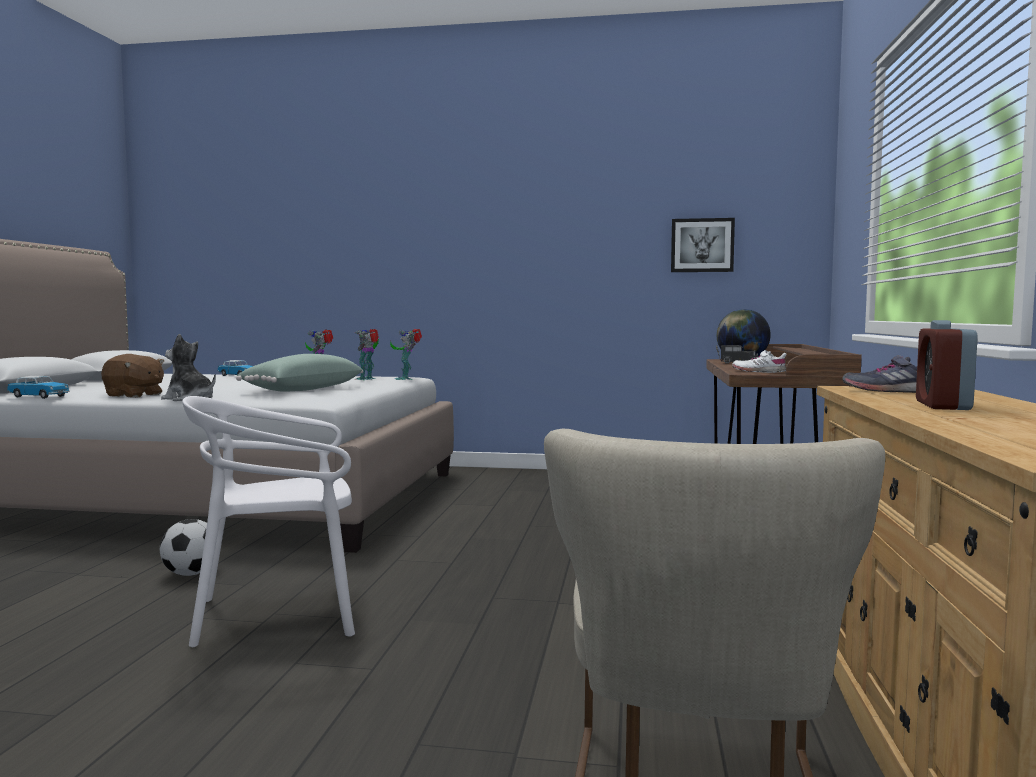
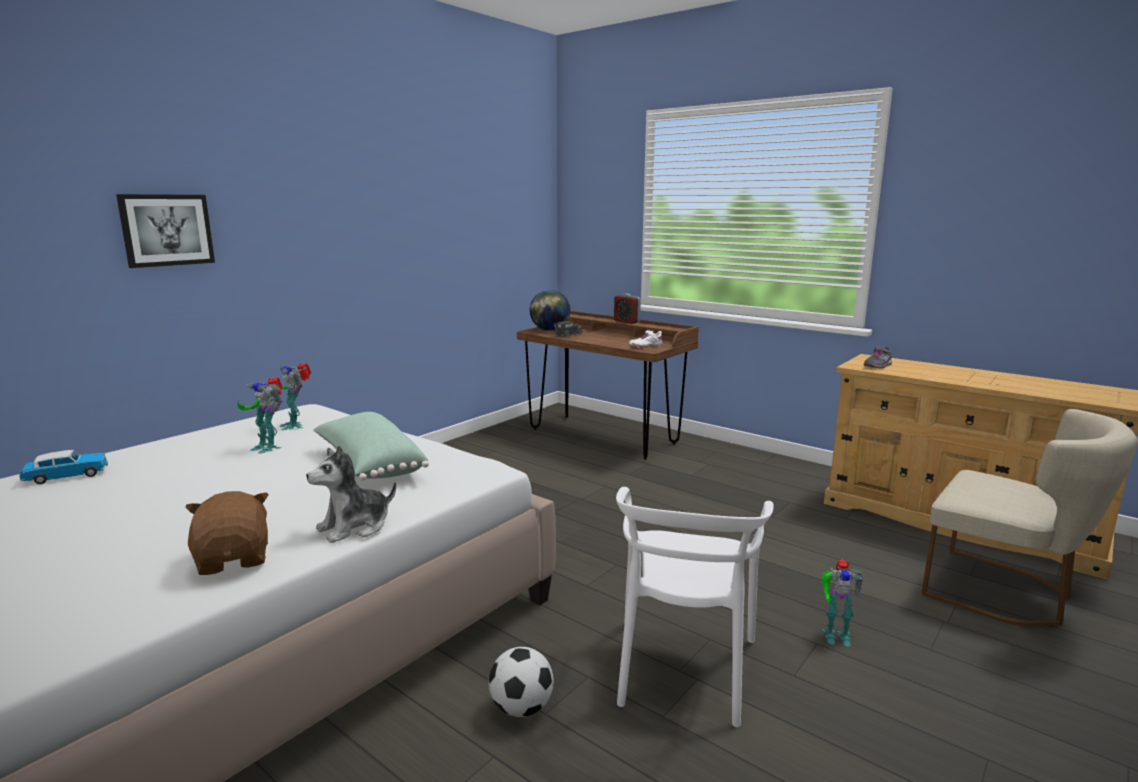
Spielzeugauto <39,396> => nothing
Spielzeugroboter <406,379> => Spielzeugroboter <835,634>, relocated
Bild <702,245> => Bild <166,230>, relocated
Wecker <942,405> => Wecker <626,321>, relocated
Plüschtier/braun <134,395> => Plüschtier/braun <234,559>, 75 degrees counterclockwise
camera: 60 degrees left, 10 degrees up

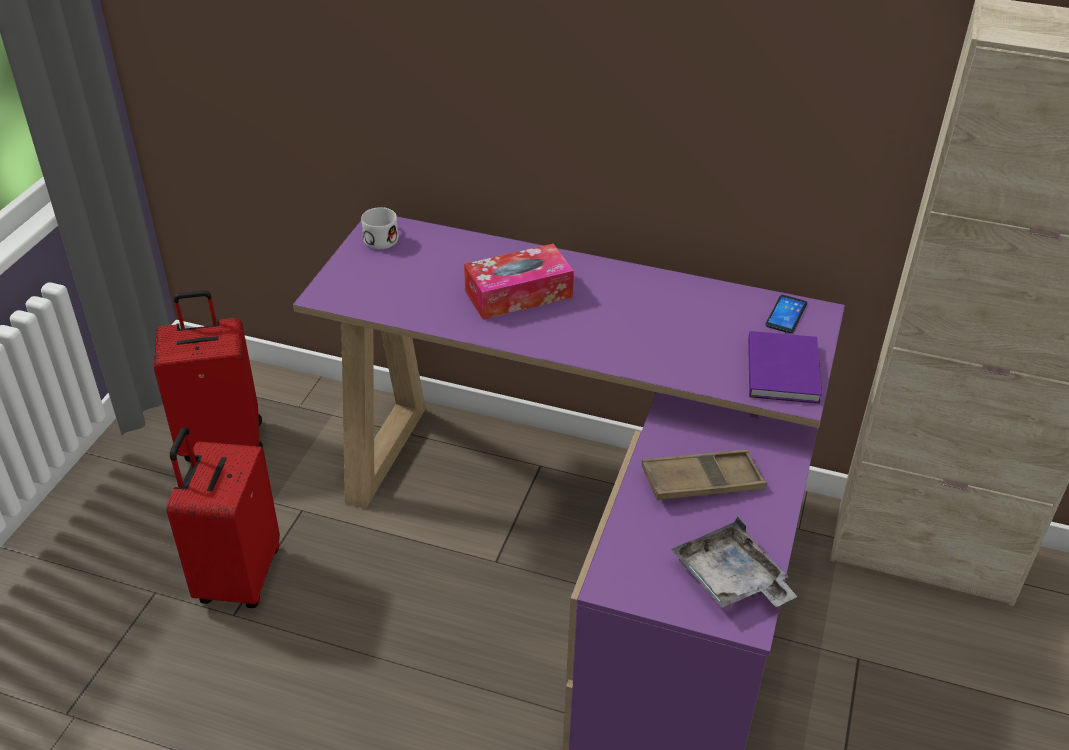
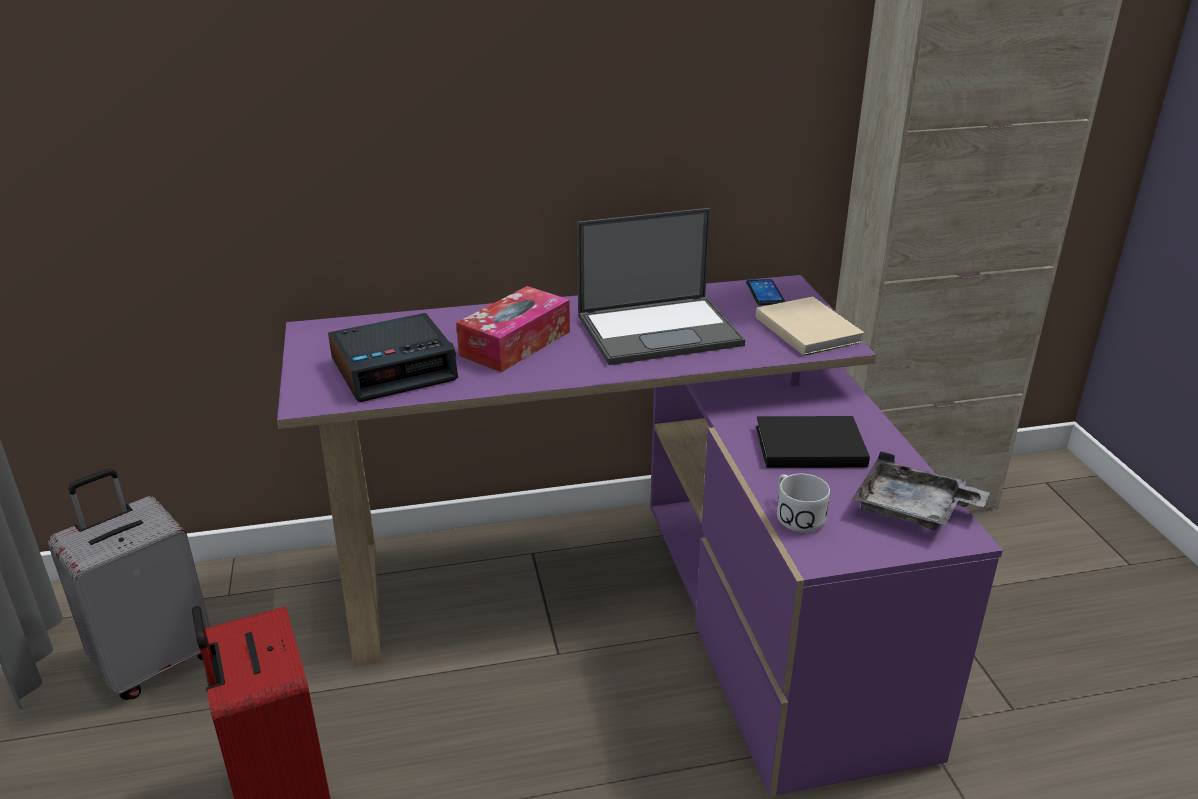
nothing => Wecker <395,369>
nothing => Laptop <660,330>
Henkelbecher/weiß <382,237> => Henkelbecher/weiß <795,514>, relocated
Tablett/braun <702,482> => Buch/schwarz <806,445>
Koffer/rot <222,440> => Koffer/grau <156,661>
Buch/lila <784,369> => Buch/beige <807,328>
camera: 30 degrees left, 10 degrees down

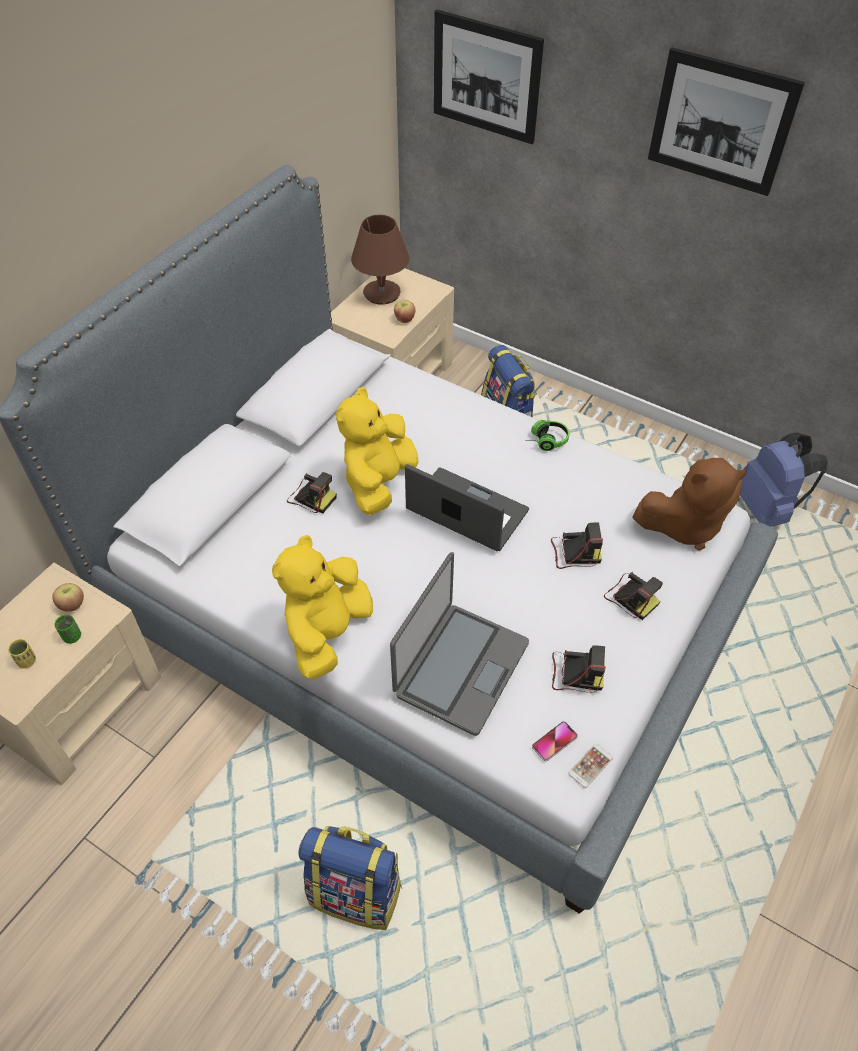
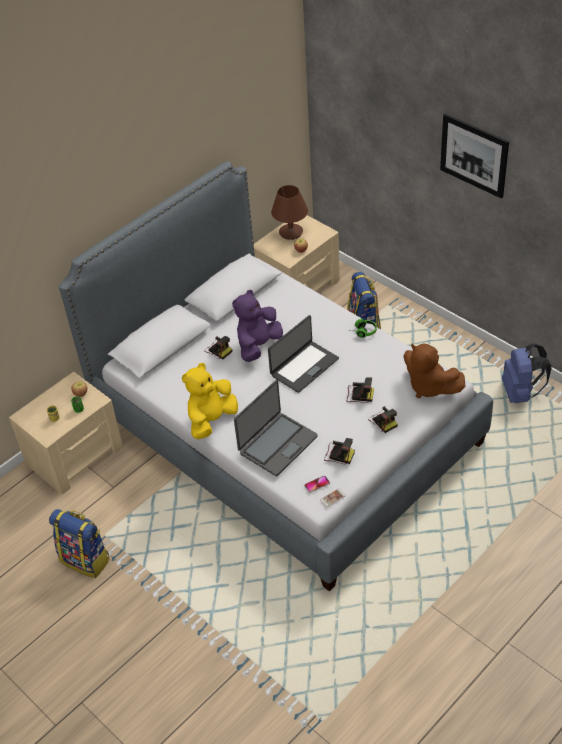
Bild <486,77> => nothing
Rucksack <356,892> => Rucksack <86,559>, relocated
Plüschtier/gelb <378,482> => Plüschtier/lila <258,346>
Laptop <466,512> => Laptop <303,366>, 90 degrees clockwise
Plüschtier/braun <684,525> => Plüschtier/braun <429,386>, 45 degrees clockwise
camera: 15 degrees right, 5 degrees down

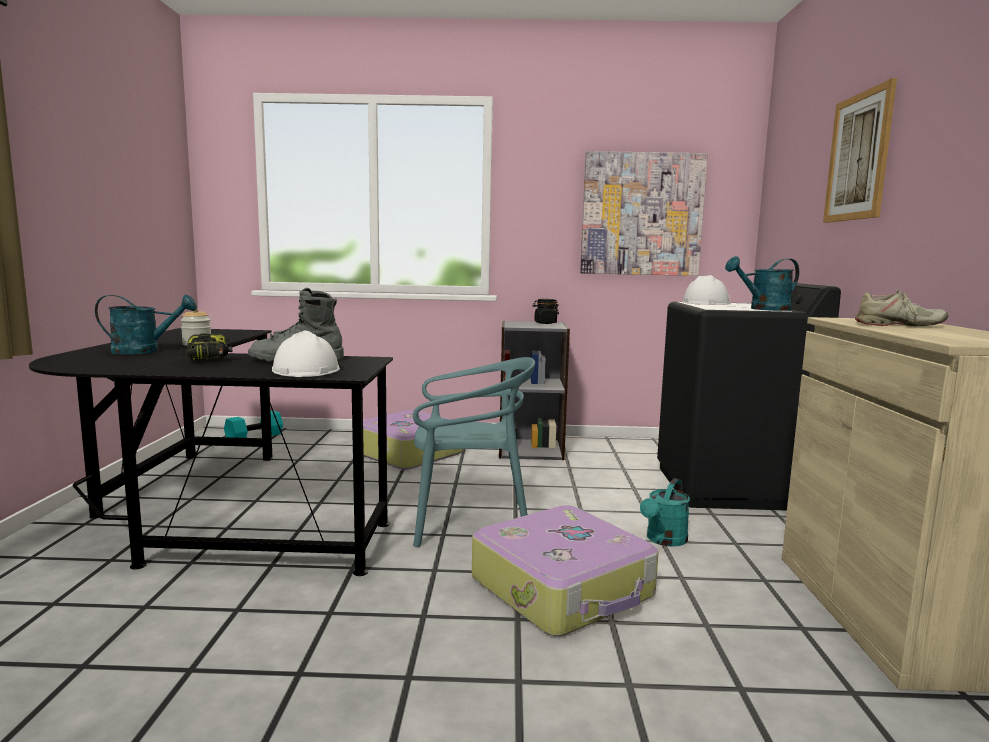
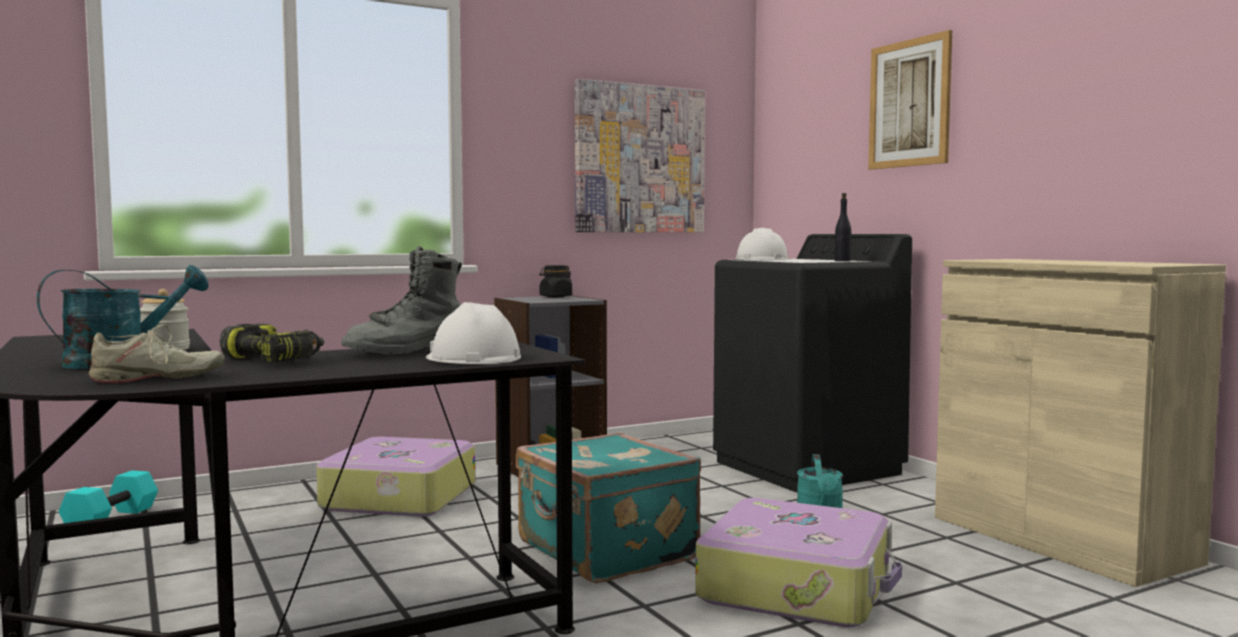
Schuh/beige <898,325> => Schuh/beige <157,378>, relocated
Stuhl/türkis <470,522> => Koffer/türkis <604,552>
Gießkanne/türkis <764,309> => Flasche/schwarz <842,261>
camera: 30 degrees left, 5 degrees down

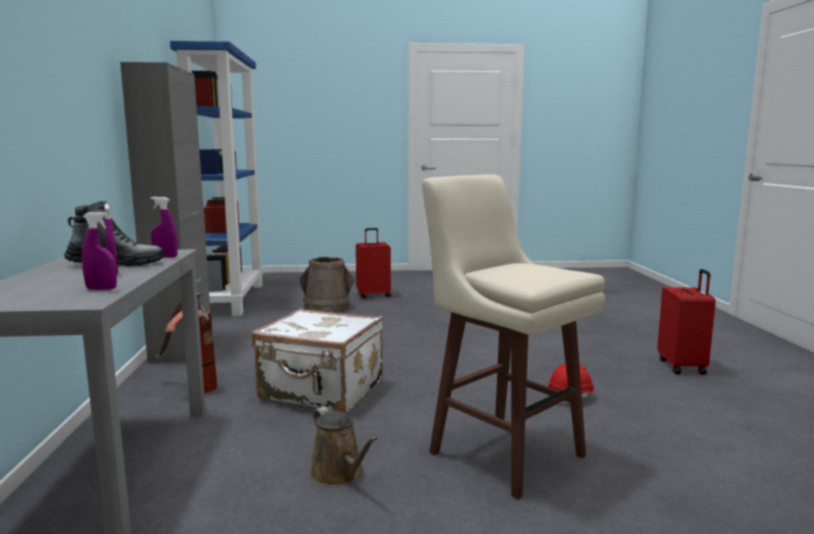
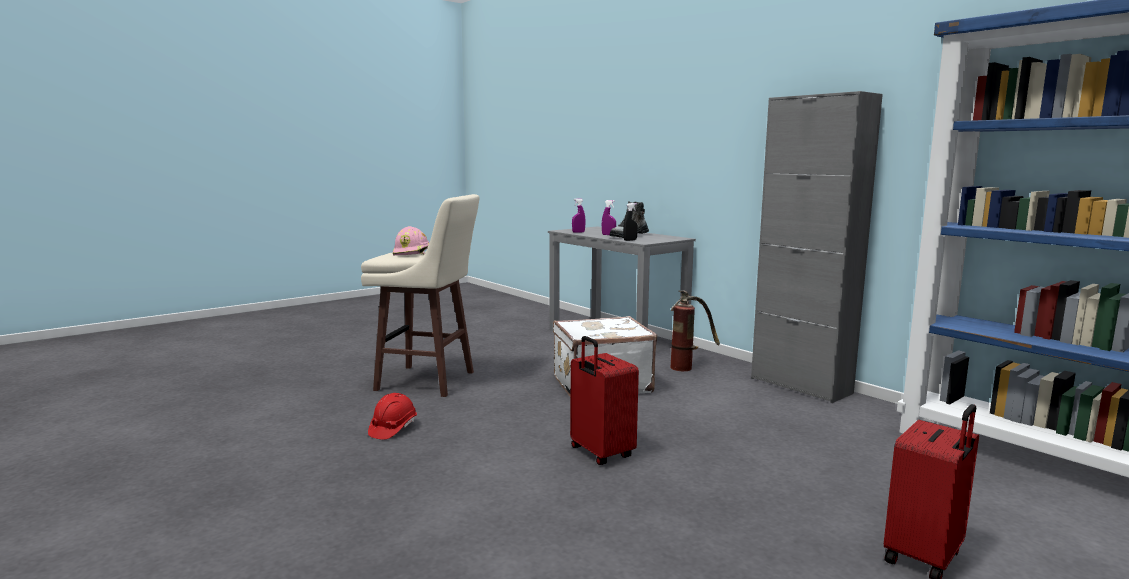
Eimer/braun <327,308> => nothing
Gießkanne/braun <340,474> => nothing
nothing => Schutzhelm/rosa <412,253>
Koffer/rot <683,366> => Koffer/rot <600,453>, relocated
Sprühflasche/lila <165,257> => Sprühflasche/schwarz <630,240>
camera: 145 degrees right, 0 degrees up

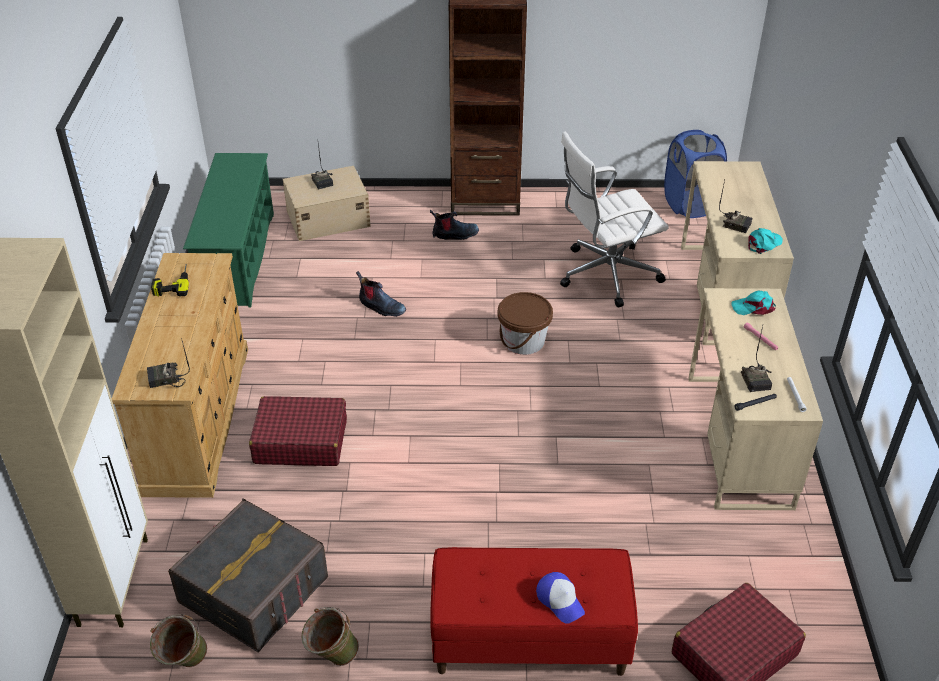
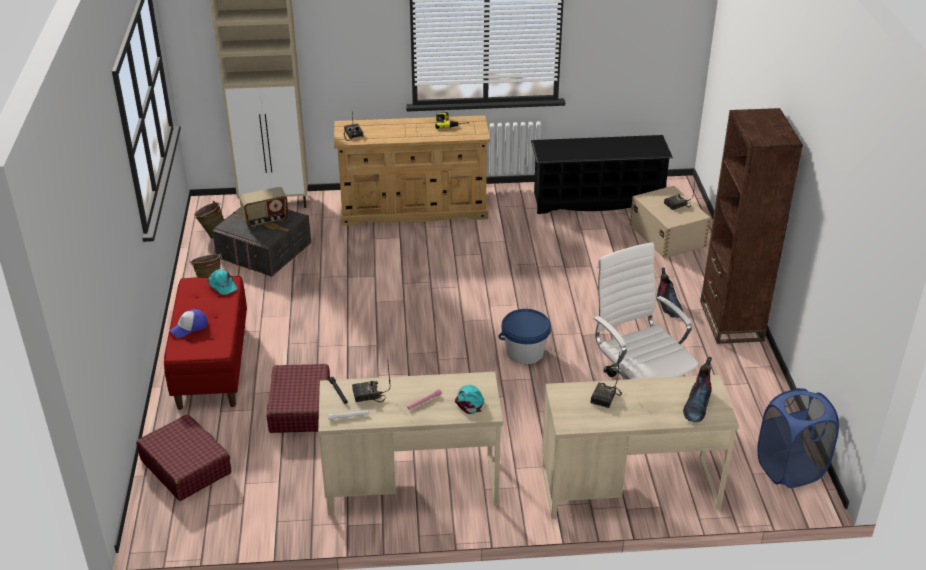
nothing => Radio <266,220>
Koffer/rot <300,441> => Koffer/rot <300,407>, relocated
Stiefel <381,307> => Stiefel <697,404>, relocated
Kappe/türkis <763,244> => Kappe/türkis <222,285>, relocated
Schuhregal/grün <238,258> => Schuhregal/schwarz <597,200>
Eimer/braun <523,341> => Eimer/blau <525,352>
camera: 85 degrees right, 5 degrees down

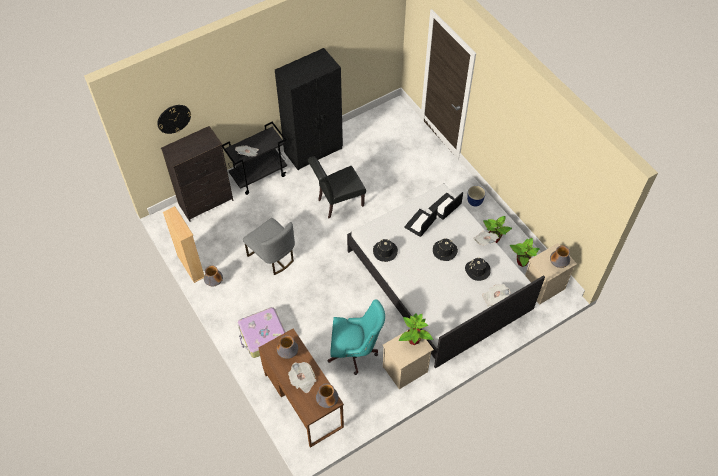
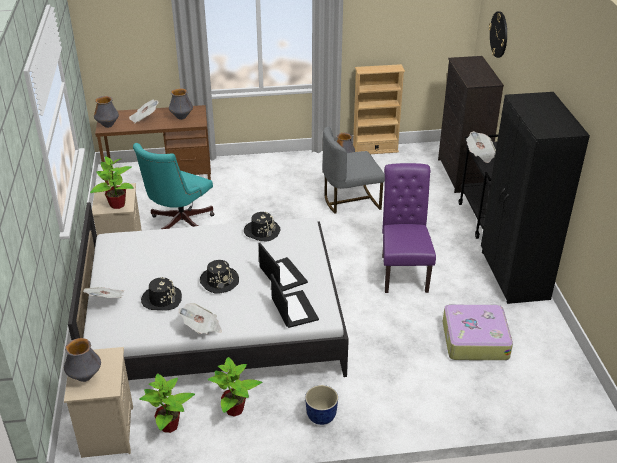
Koffer <263,336> => Koffer <474,339>, relocated
Stuhl/schwarz <338,203> => Stuhl/lila <403,270>
camera: 115 degrees right, 20 degrees down

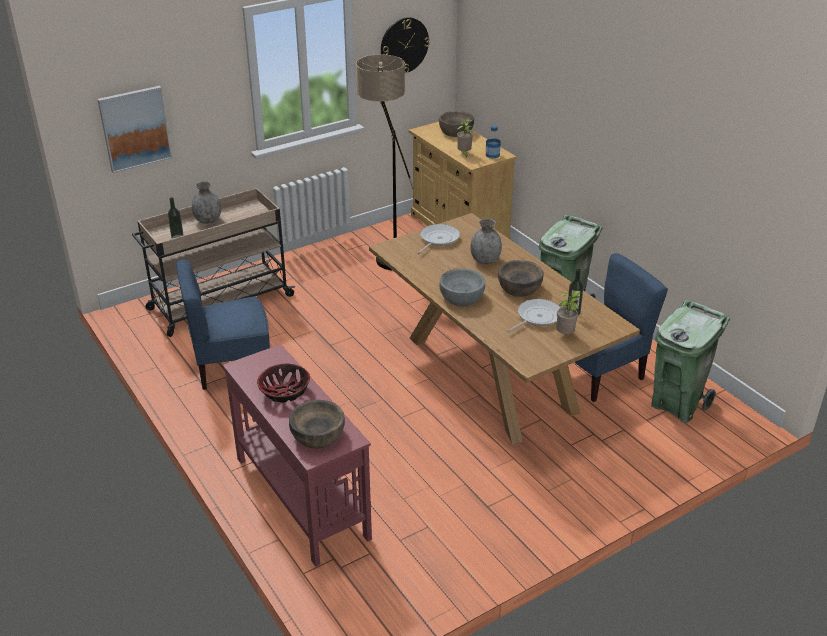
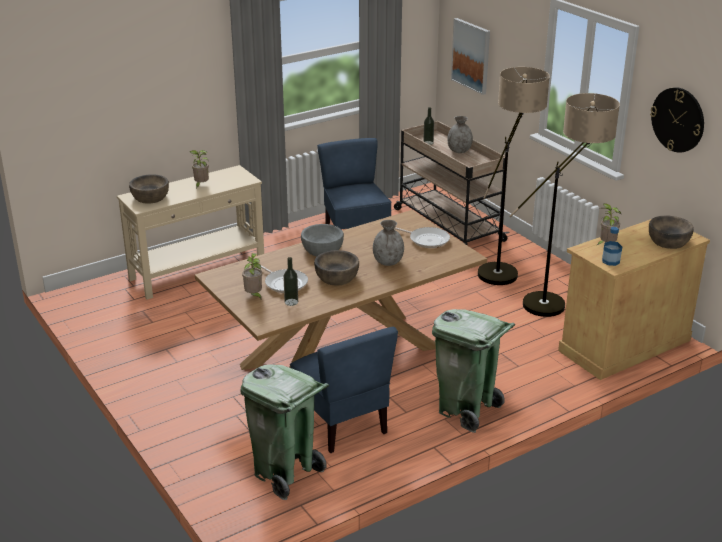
nothing => Stehlampe <504,268>
Schüssel <285,392> => Topfpflanze <201,185>
Konsolentisch/rot <301,496> => Konsolentisch/beige <198,271>
camera: 90 degrees right, 5 degrees down

